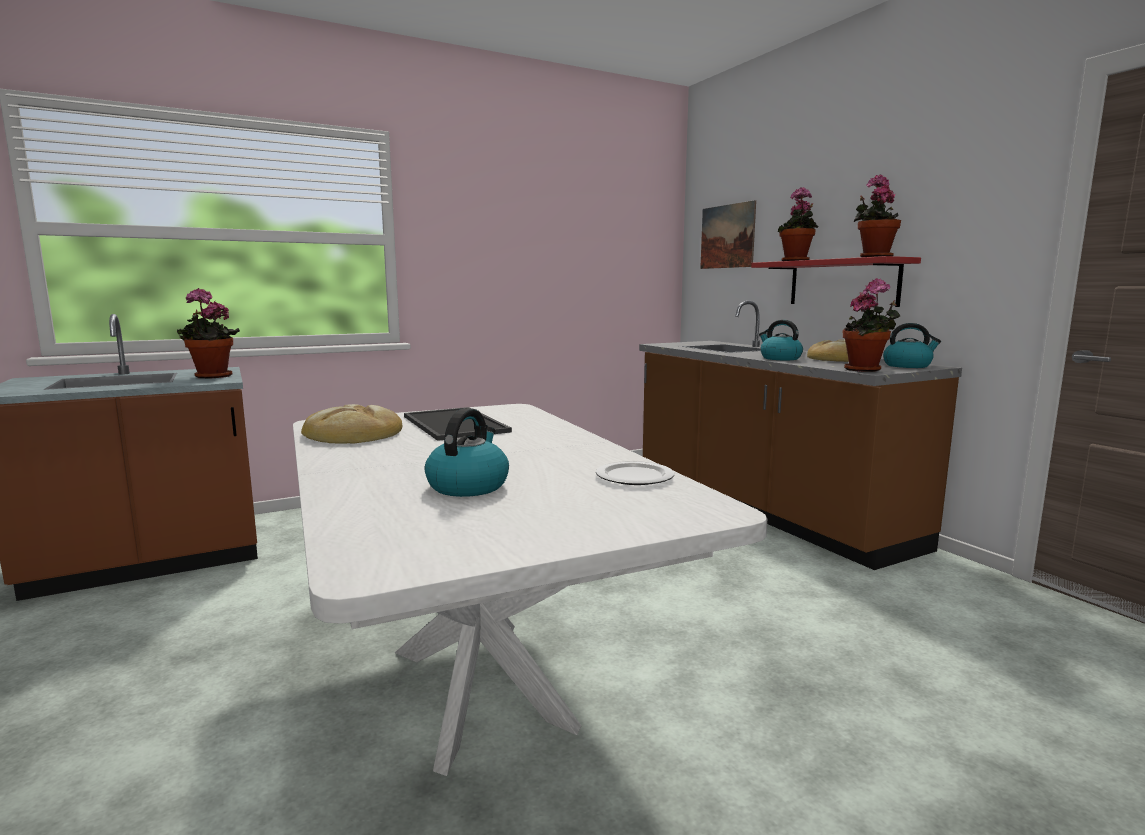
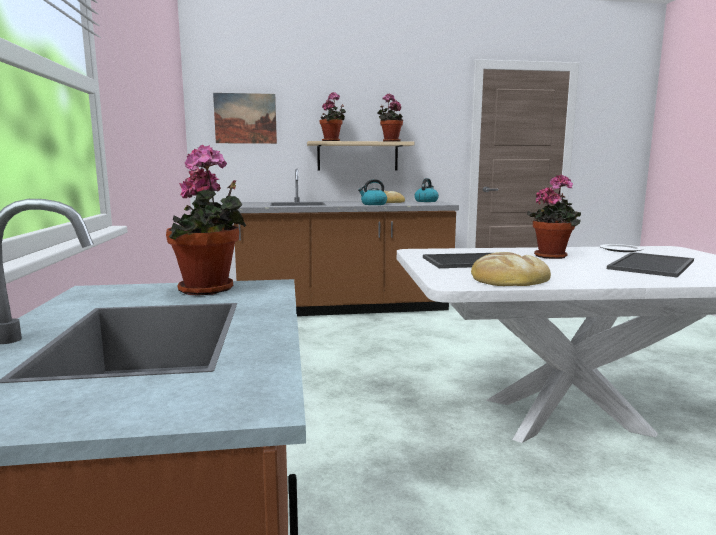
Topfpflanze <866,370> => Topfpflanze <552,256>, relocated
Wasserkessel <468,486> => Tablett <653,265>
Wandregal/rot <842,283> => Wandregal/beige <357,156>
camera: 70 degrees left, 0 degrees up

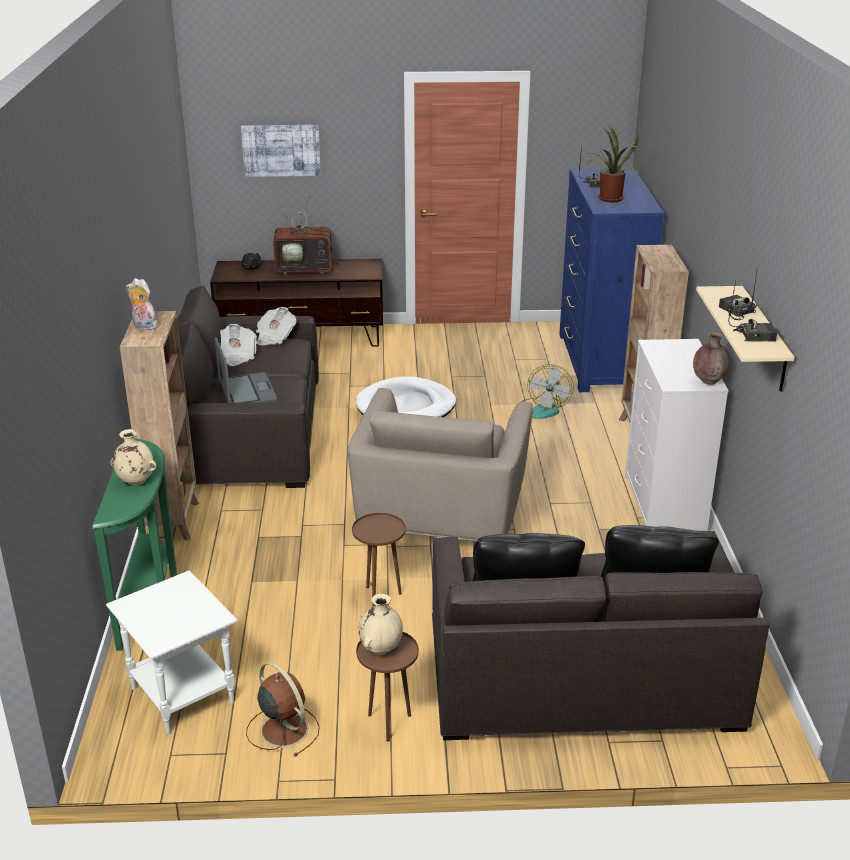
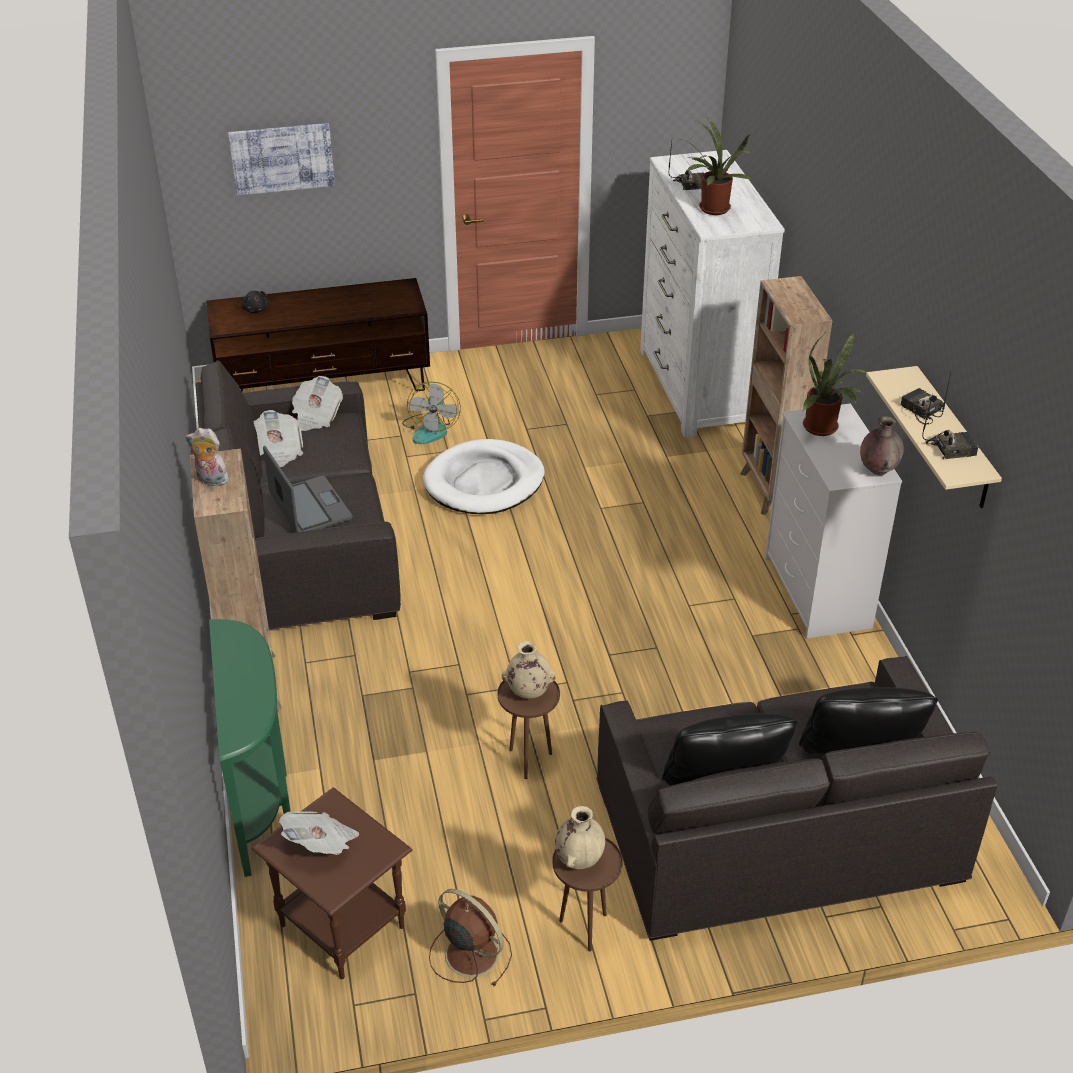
Fernseher <306,268> => nothing
Sessel/beige <440,512> => nothing
nothing => Zeitung <321,844>
nothing => Topfpflanze <823,429>
Vase/beige <136,482> => Vase/beige <528,693>, relocated
Ventilator <545,409> => Ventilator <431,429>, relocated
Beistelltisch/weiß <182,695> => Beistelltisch/braun <341,925>
Kommode/blau <599,361> => Kommode/weiß <697,388>
camera: 10 degrees left, 10 degrees up

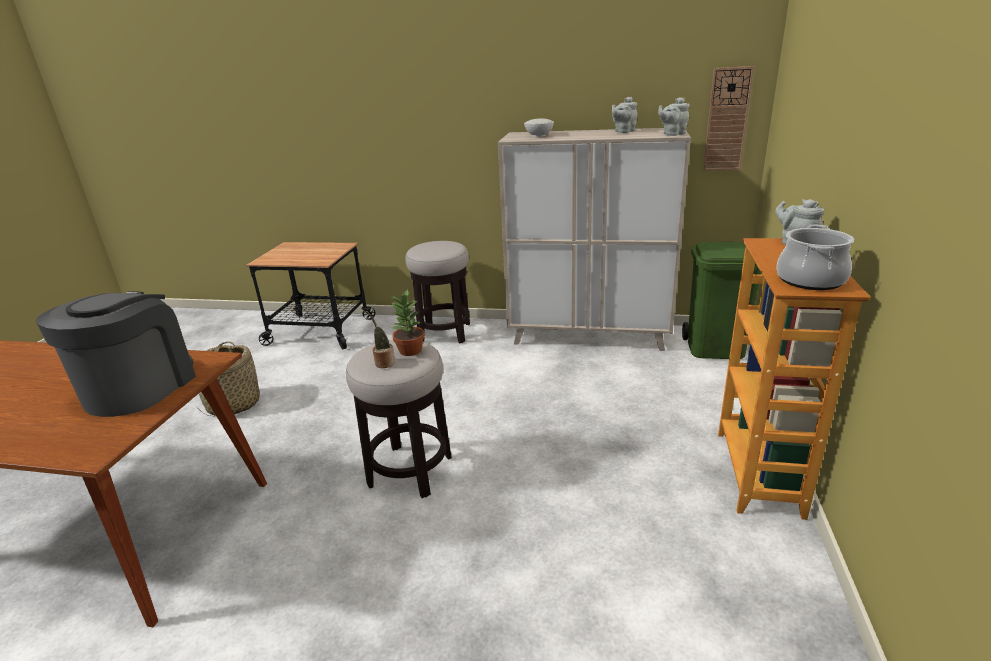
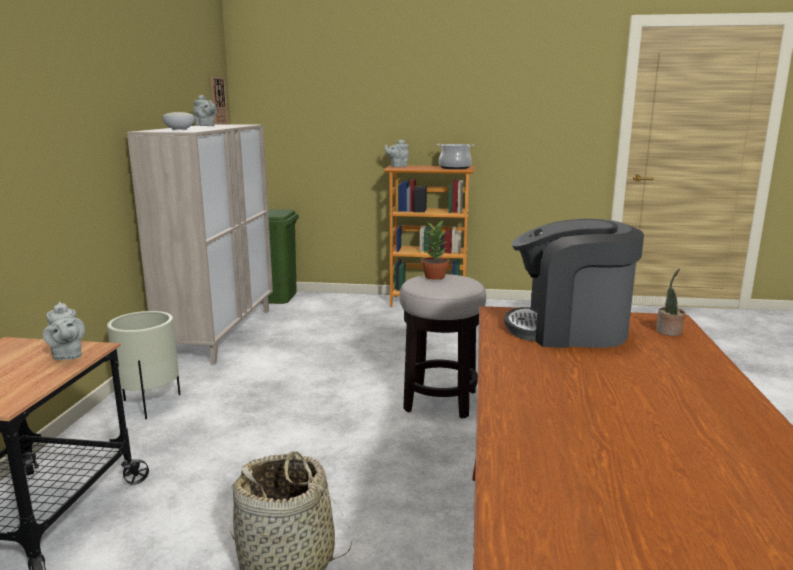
Topfpflanze <384,363> => Topfpflanze <669,332>, relocated
Teekanne/grau <672,134> => Teekanne/grau <67,355>, relocated
Hocker <444,333> => Pflanzkübel/beige <150,404>
camera: 95 degrees left, 10 degrees down

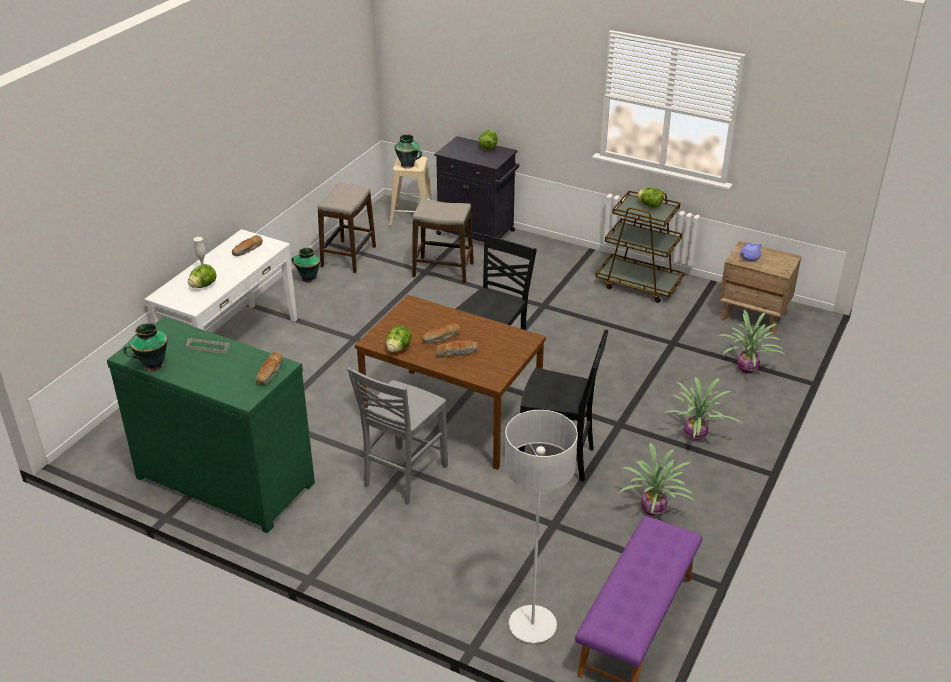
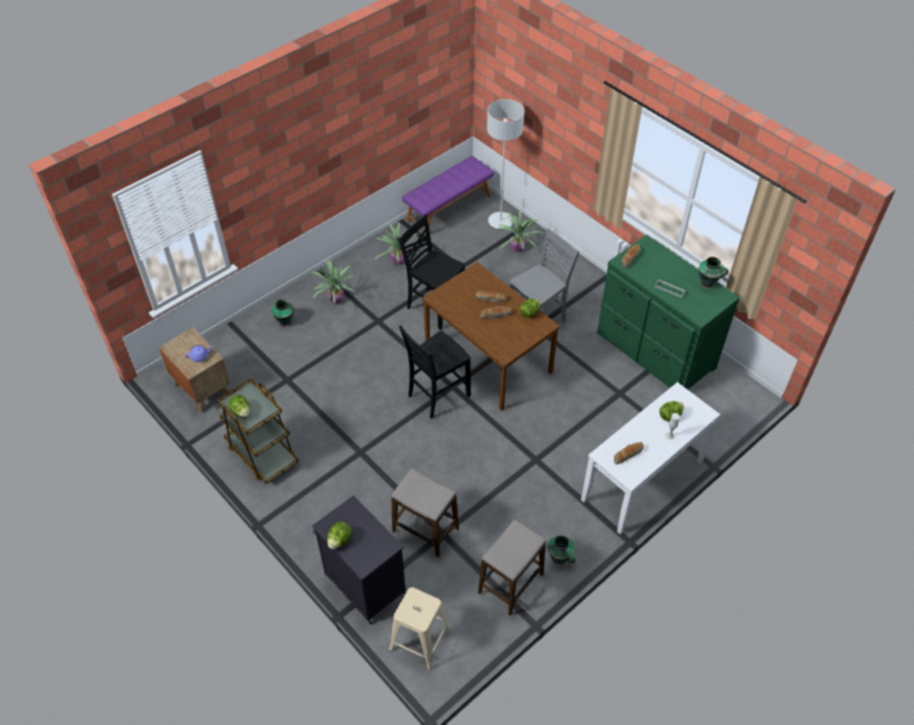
Vase <408,165> => Vase <284,321>, relocated
Topfpflanze <747,368> => Topfpflanze <516,248>, relocated
camera: 160 degrees left, 15 degrees up

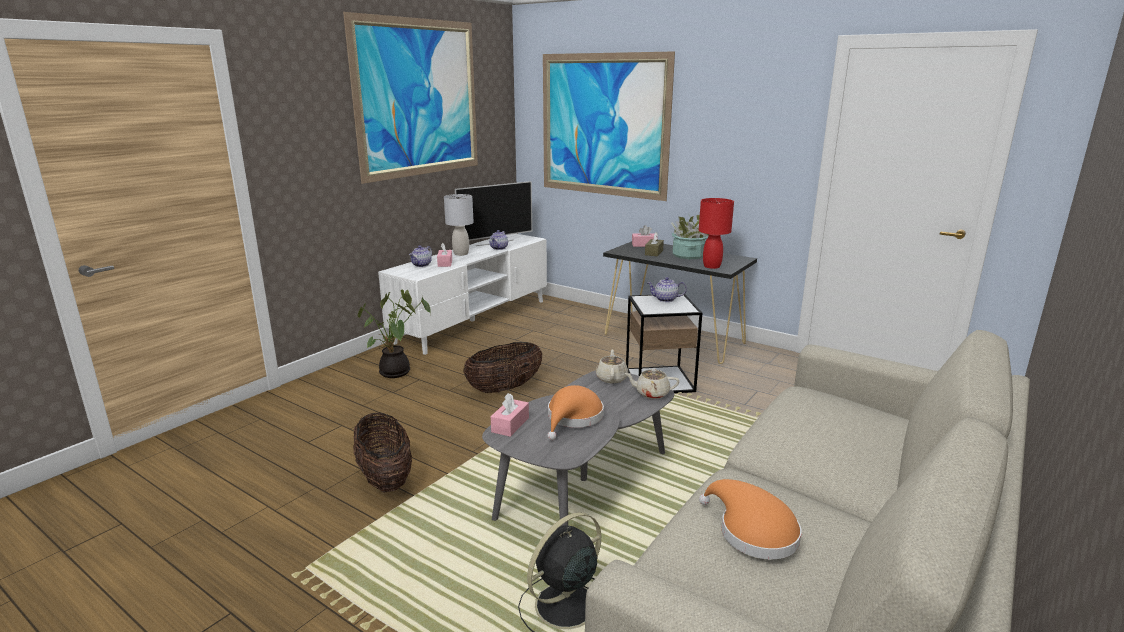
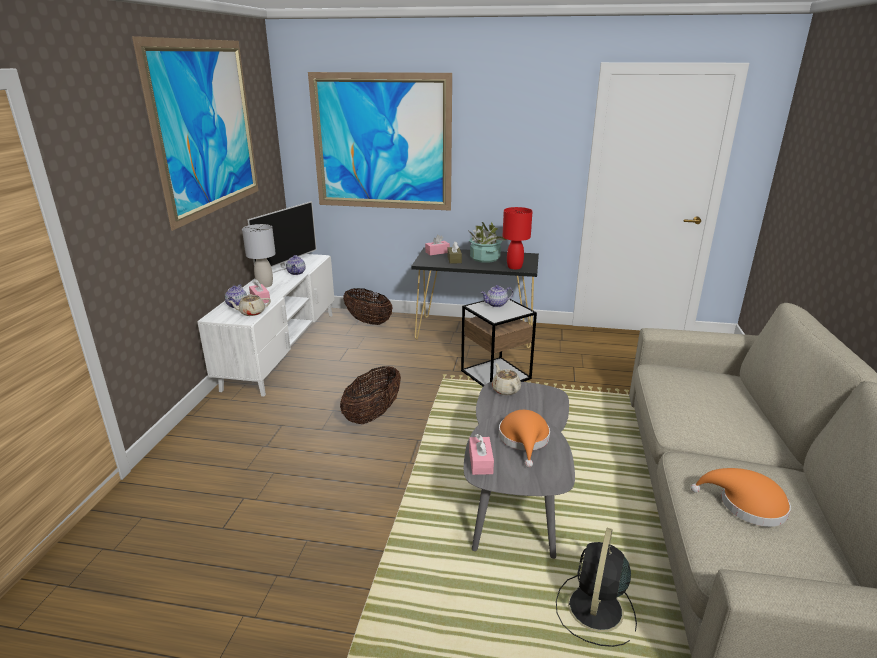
Topfpflanze <396,373> => nothing
Korb <385,478> => Korb <368,321>, relocated
Teekanne/beige <651,393> => Teekanne/beige <251,313>, relocated
camera: 25 degrees left, 5 degrees up

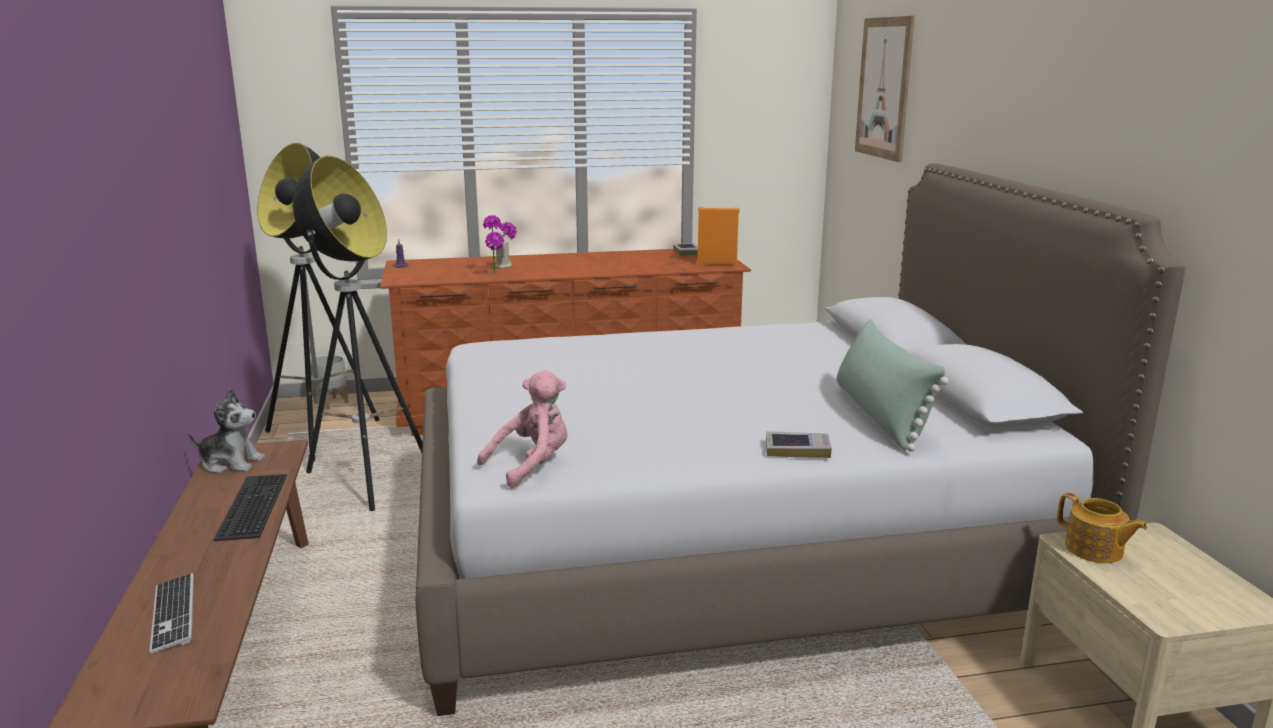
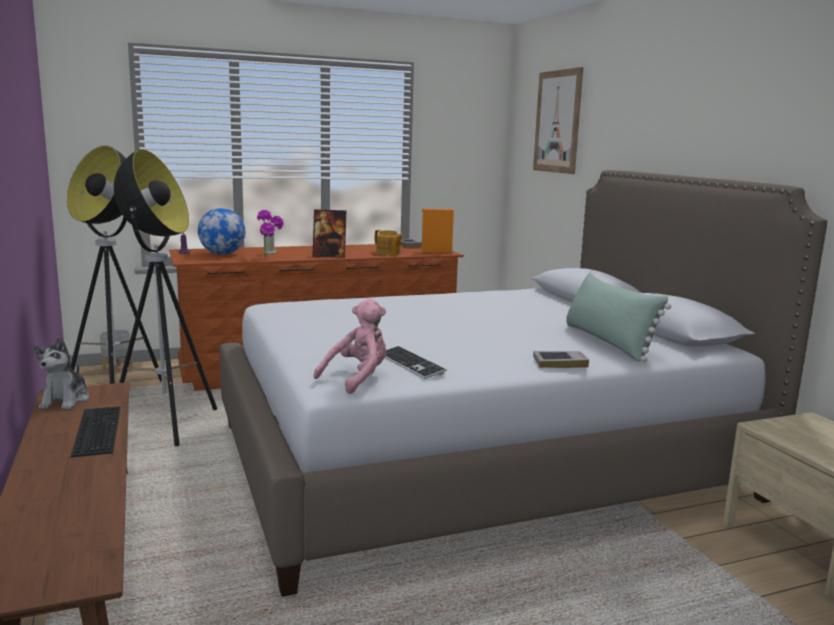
nothing => Globus <222,254>
nothing => Bilderrahmen <329,256>
Tastatur <173,614> => Tastatur <410,364>, relocated
Teekanne <1094,550> => Teekanne <388,253>, relocated
Plüschtier <231,463> => Plüschtier <65,400>, 90 degrees clockwise
camera: 10 degrees left, 5 degrees down

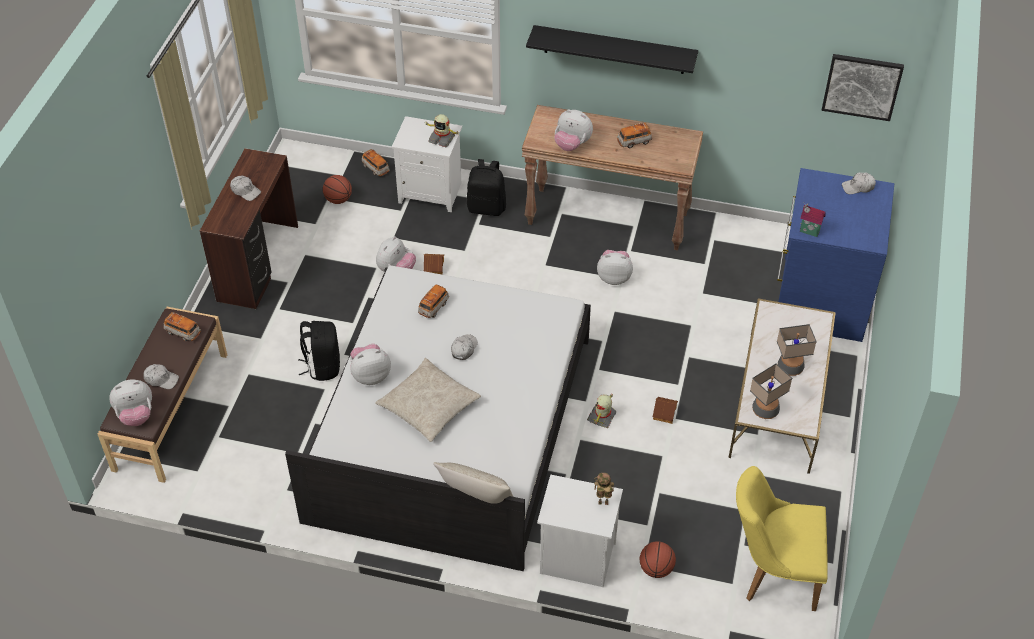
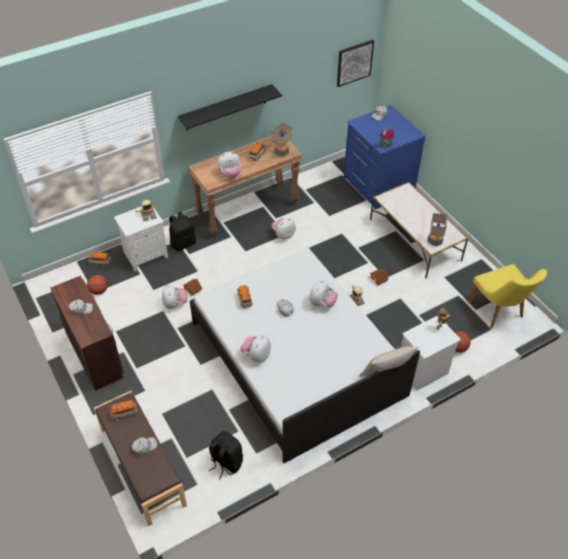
Kissen/beige <429,406> => nothing
Plüschtier <136,415> => Plüschtier <322,303>, relocated
Rucksack/schwarz <322,366> => Rucksack/schwarz <226,463>, relocated
Tischlampe <790,367> => Tischlampe <281,152>, relocated
Stuhl/gelb <771,573> => Stuhl/gelb <499,312>, 75 degrees counterclockwise
camera: 45 degrees left, 0 degrees up

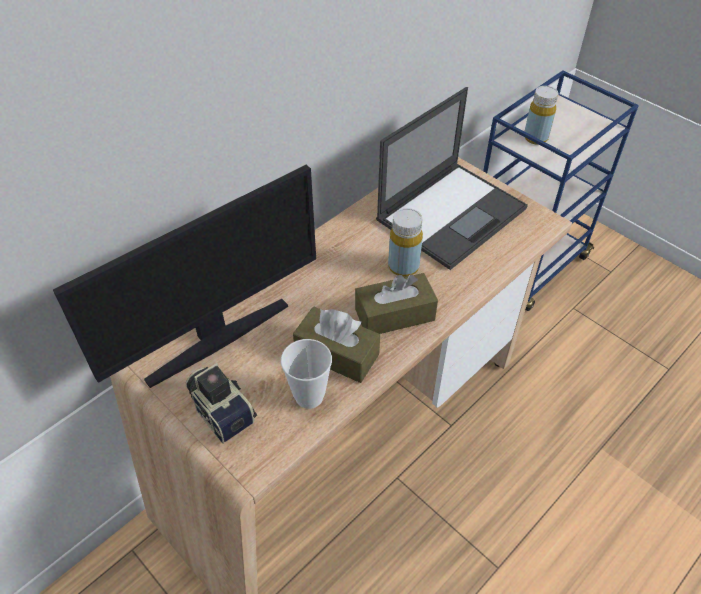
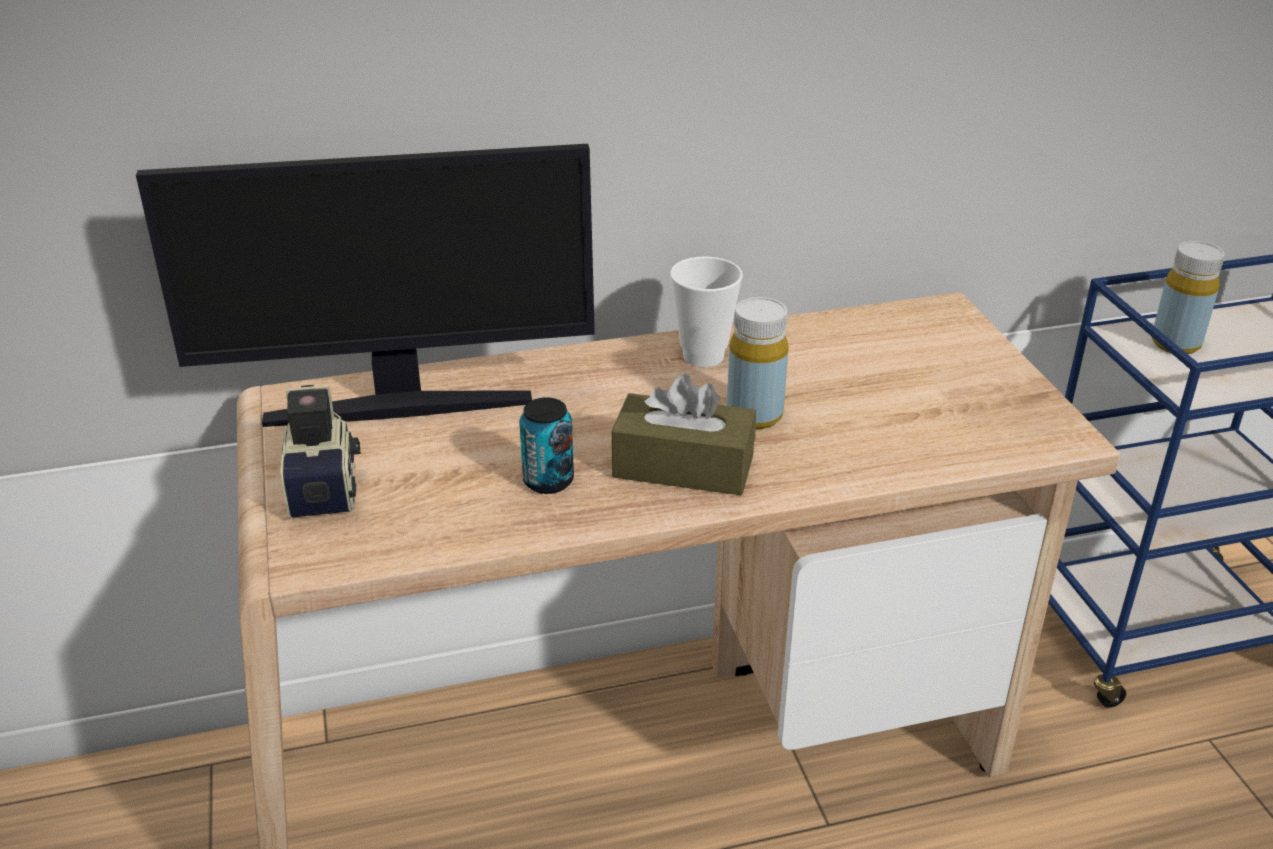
Laptop <452,213> => nothing
Tasse <309,396> => Tasse <703,356>, relocated
Taschentuchbox/braun <337,354> => Dose <548,481>
camera: 30 degrees right, 15 degrees down

